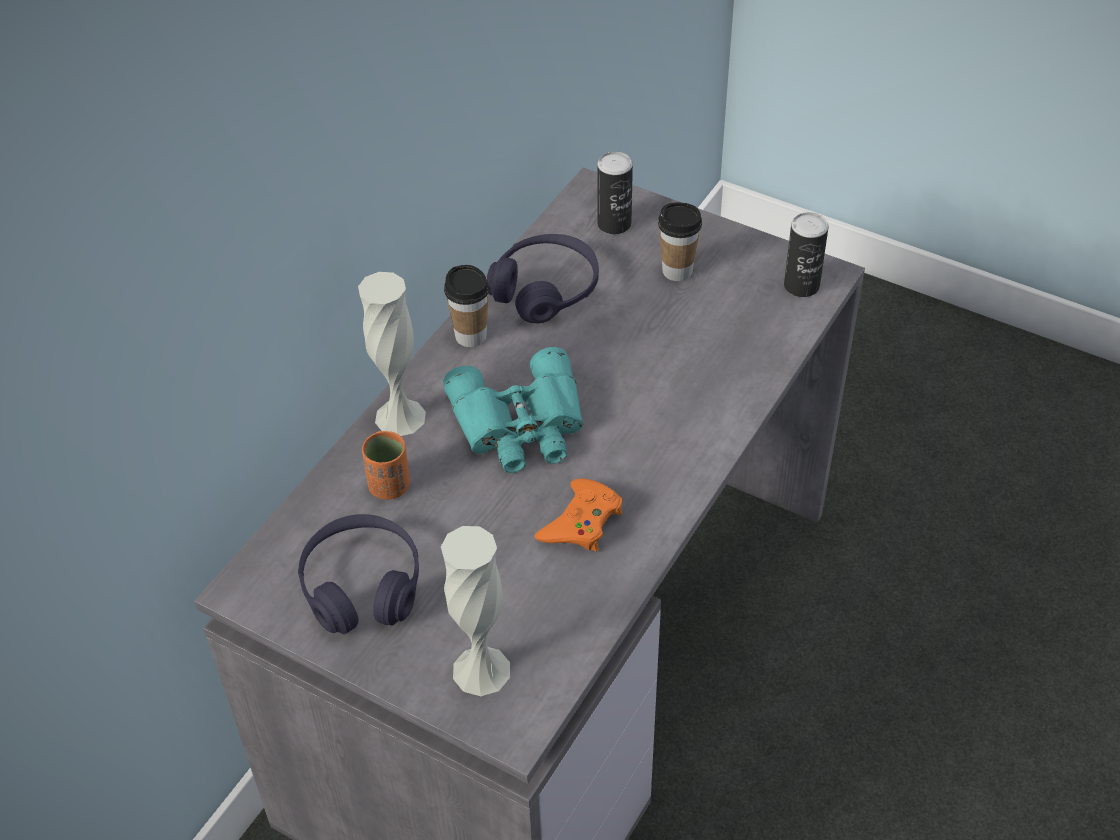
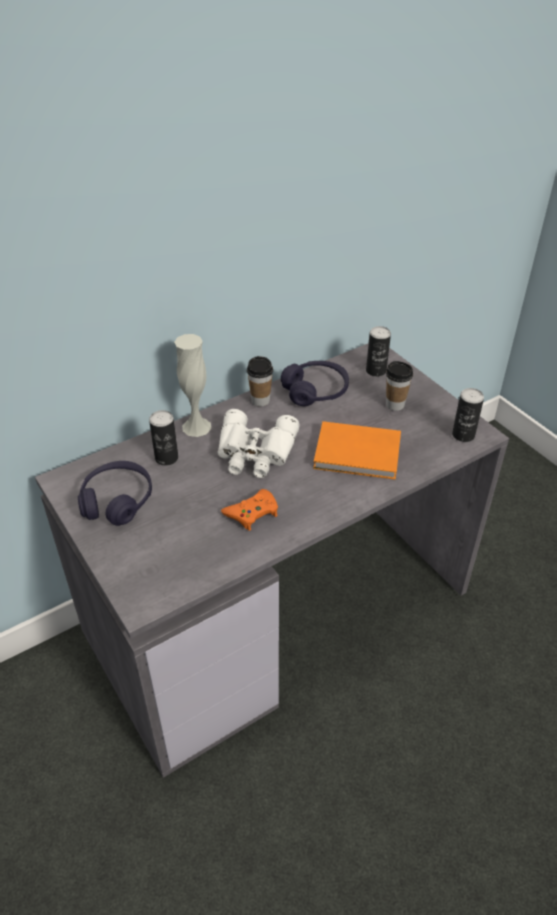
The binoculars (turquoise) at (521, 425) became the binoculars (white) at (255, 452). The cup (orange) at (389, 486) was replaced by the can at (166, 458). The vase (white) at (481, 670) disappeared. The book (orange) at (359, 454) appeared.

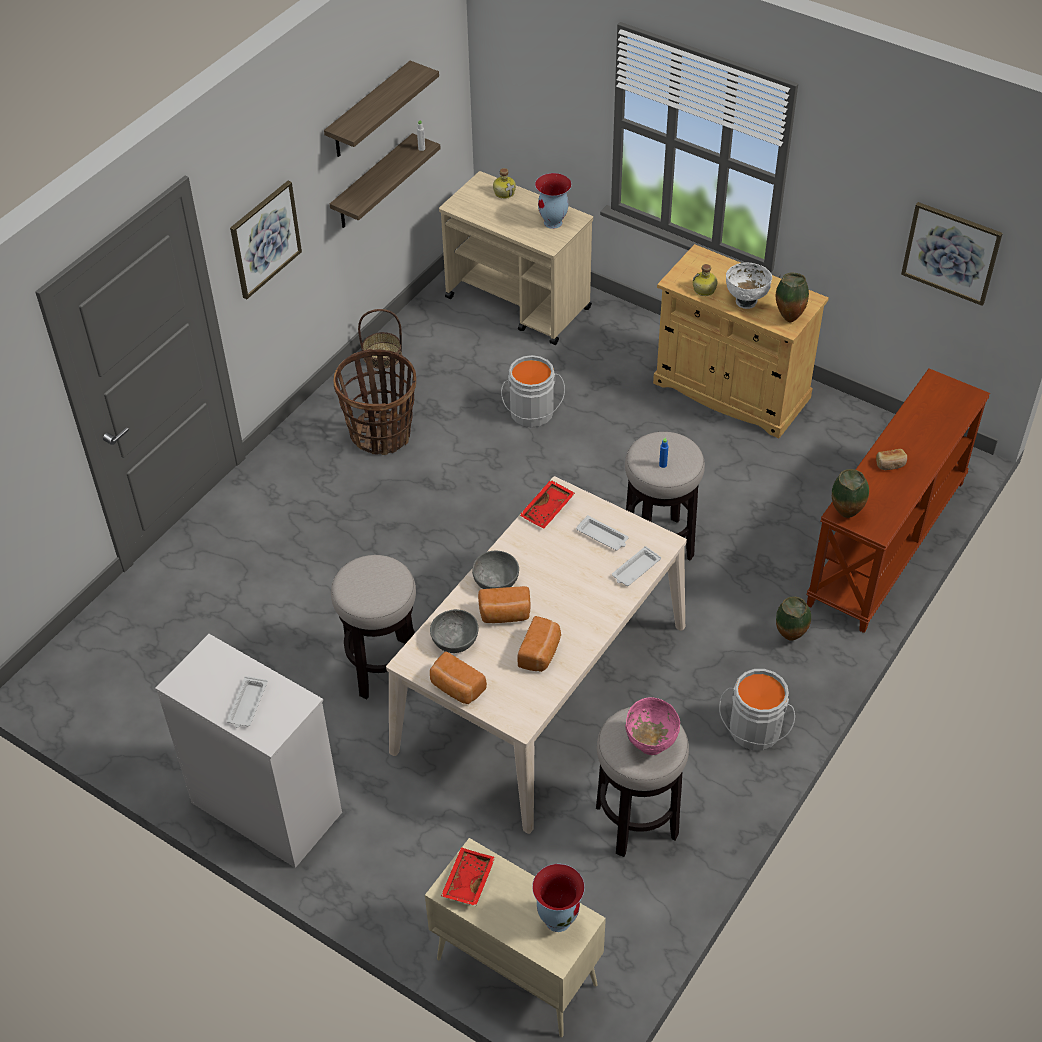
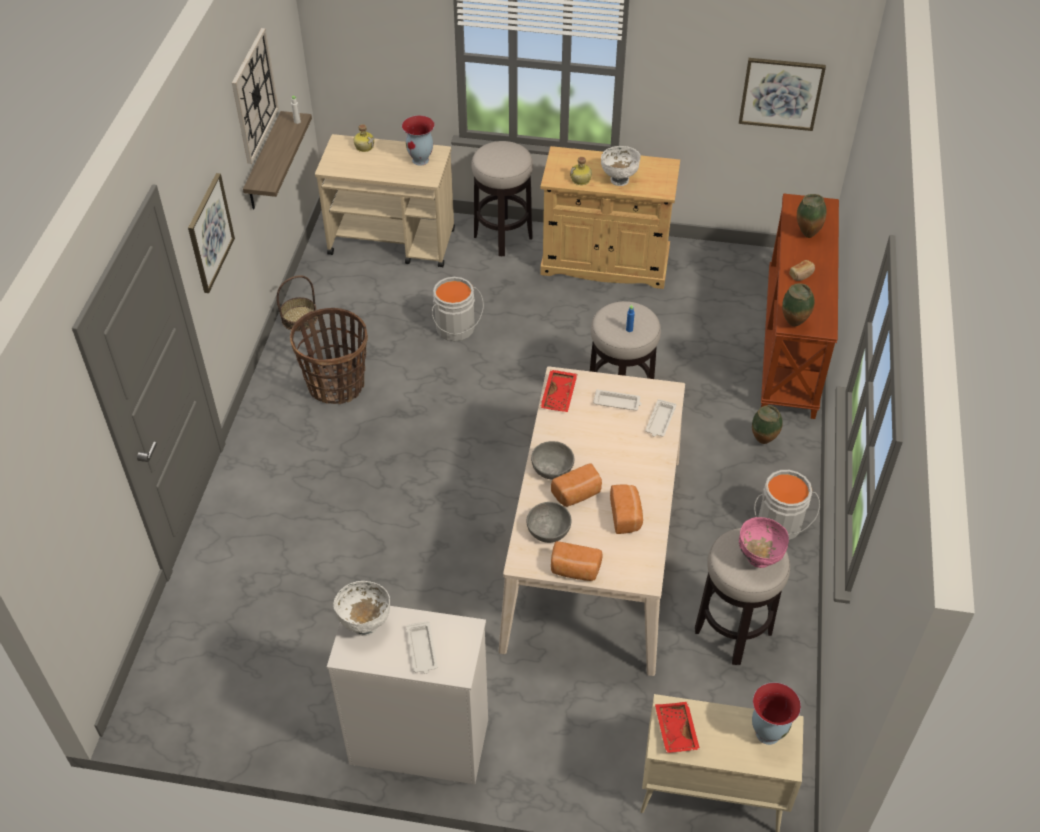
The shelf at (369, 111) was replaced by the wall clock at (254, 96). The vase moved from (788, 318) to (806, 235). The stool moved from (383, 668) to (503, 236). The bowl (white) at (365, 624) appeared.

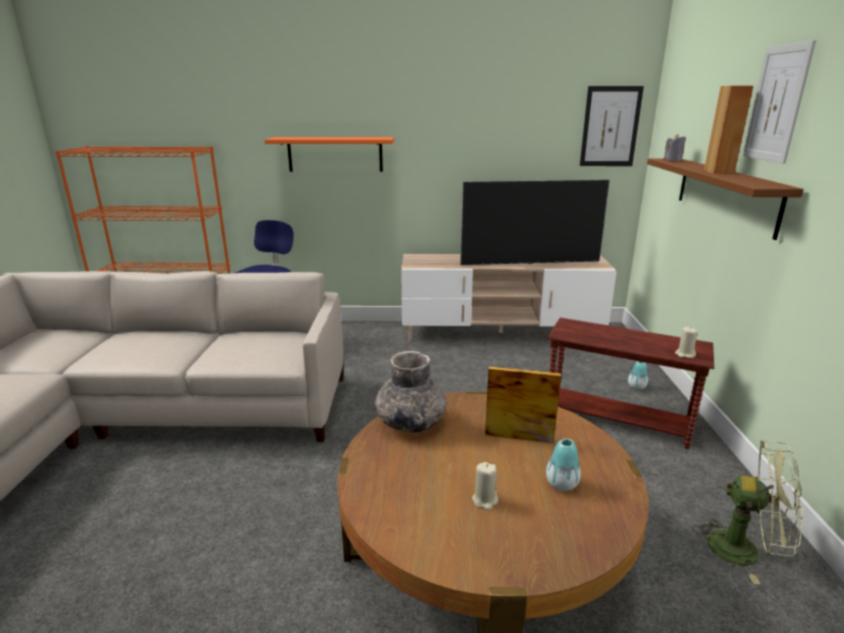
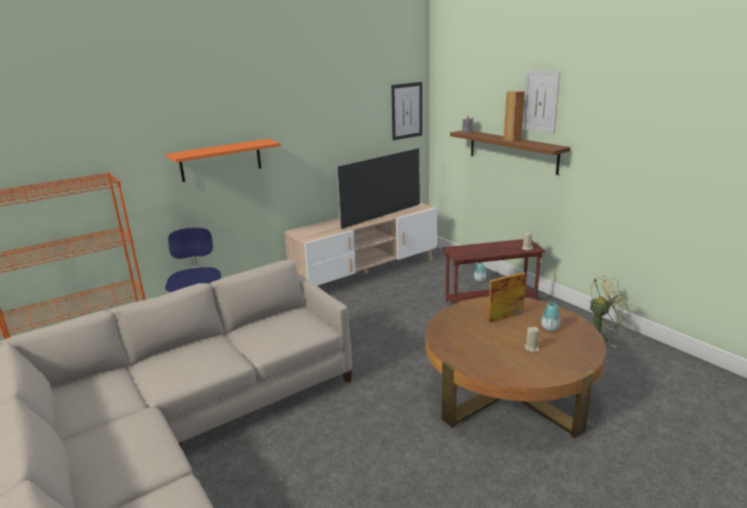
The vase (grey) at (410, 422) disappeared.

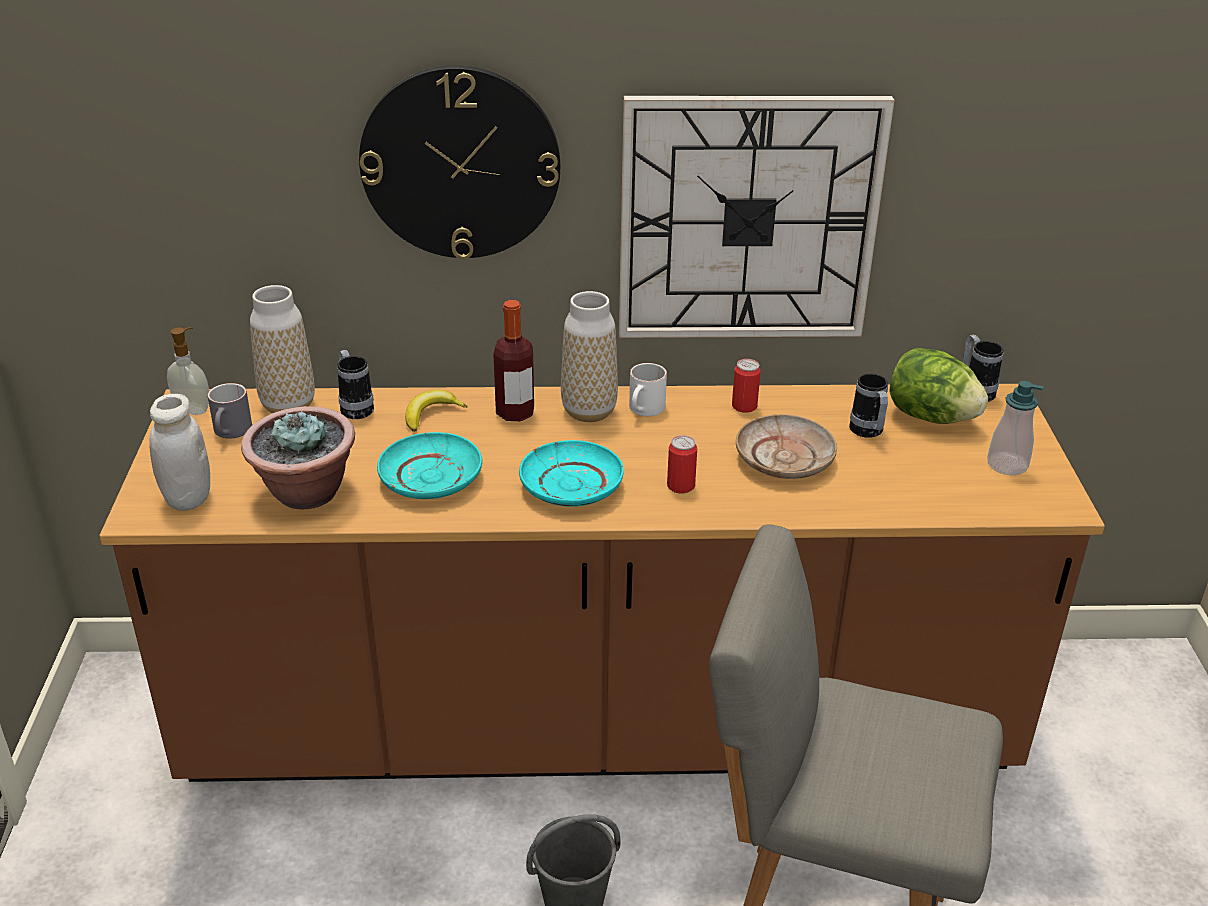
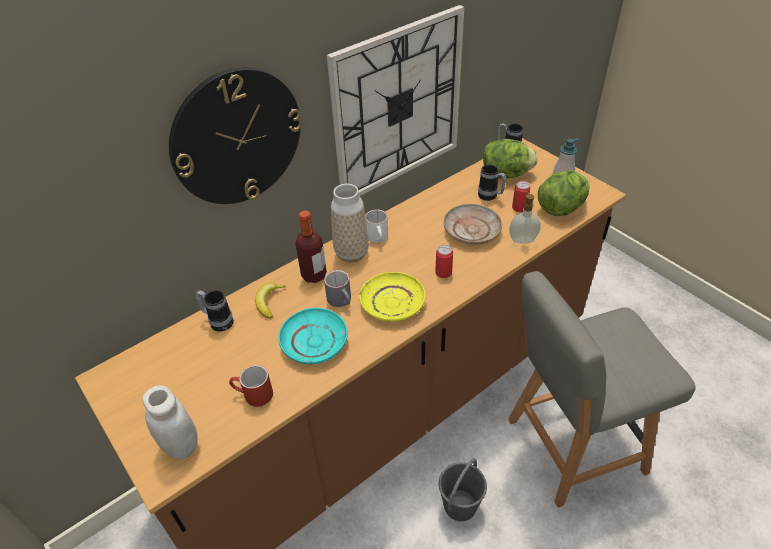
The vase at (288, 405) disappeared. The soap dispenser moved from (194, 408) to (522, 239). The can moved from (744, 406) to (519, 208). The mug (grey) moved from (232, 433) to (342, 301). The potted plant at (306, 493) was replaced by the mug (red) at (253, 395). The plate (turquoise) at (571, 486) became the plate (yellow) at (392, 303). The lettuce at (561, 208) appeared.

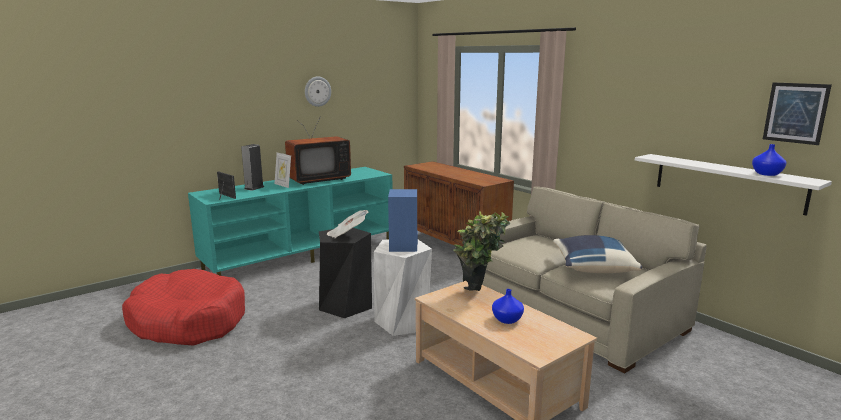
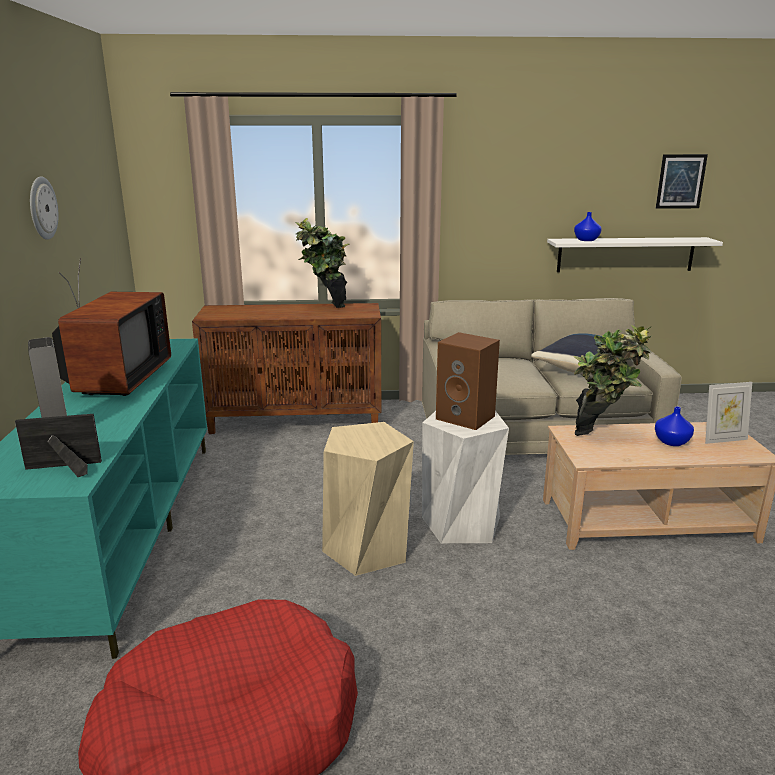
The vase (blue) moved from (767, 174) to (587, 240). The picture frame moved from (283, 185) to (723, 439). The speaker (blue) at (404, 246) became the speaker (brown) at (467, 417). The newspaper at (347, 234) disappeared. The stool (black) at (346, 305) became the stool (beige) at (367, 549). The potted plant at (325, 308) appeared.

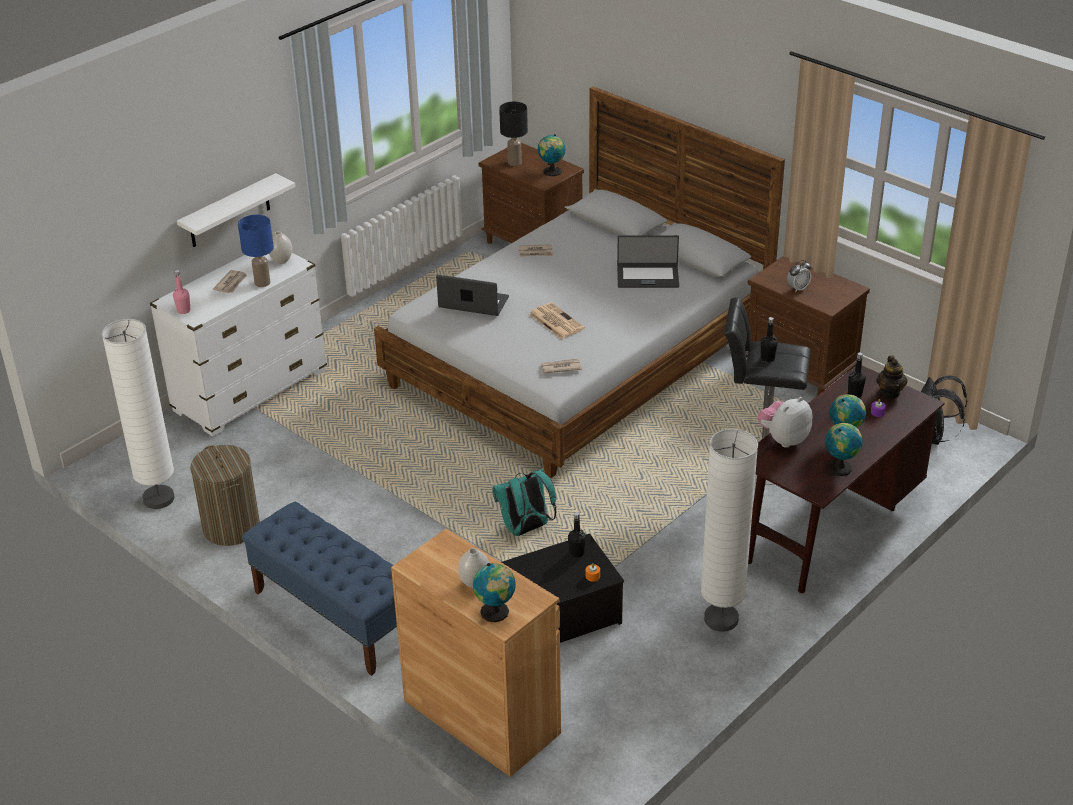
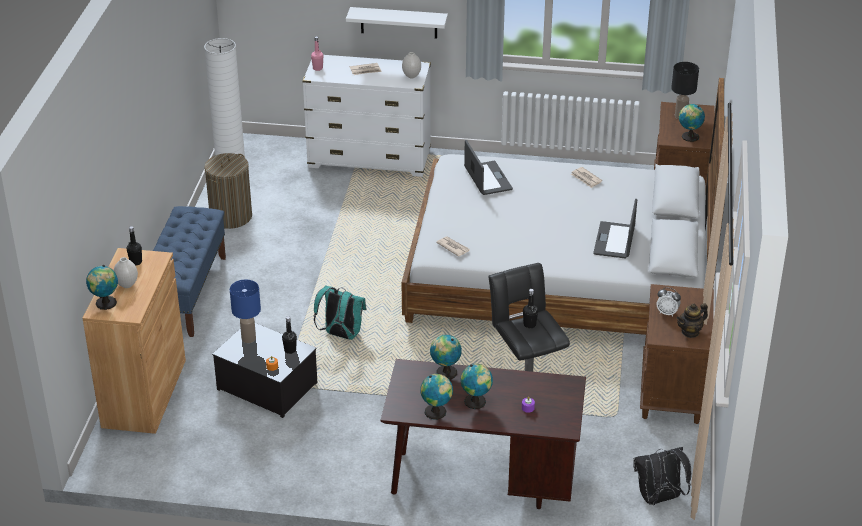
The table lamp (blue) moved from (262, 283) to (248, 339). The laptop at (647, 277) turned 45 degrees clockwise. The newspaper at (555, 321) disappeared. The bottle (black) moved from (855, 394) to (136, 262). The teapot moved from (890, 392) to (690, 332). The plush toy at (783, 439) was replaced by the globe at (445, 372). The floor lamp (white) at (721, 619) disappeared.

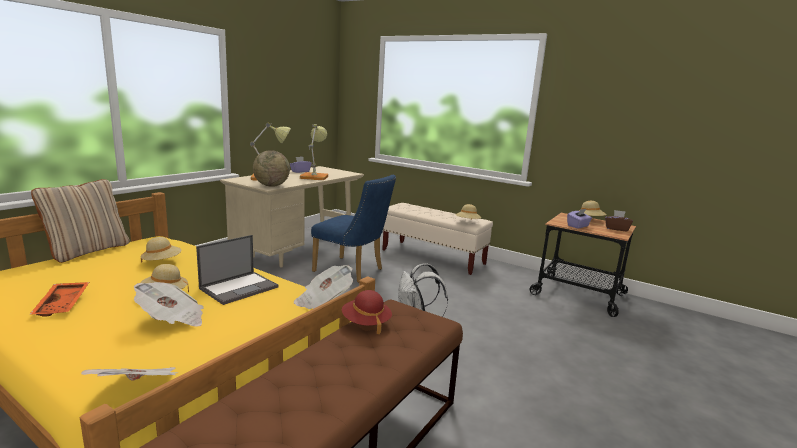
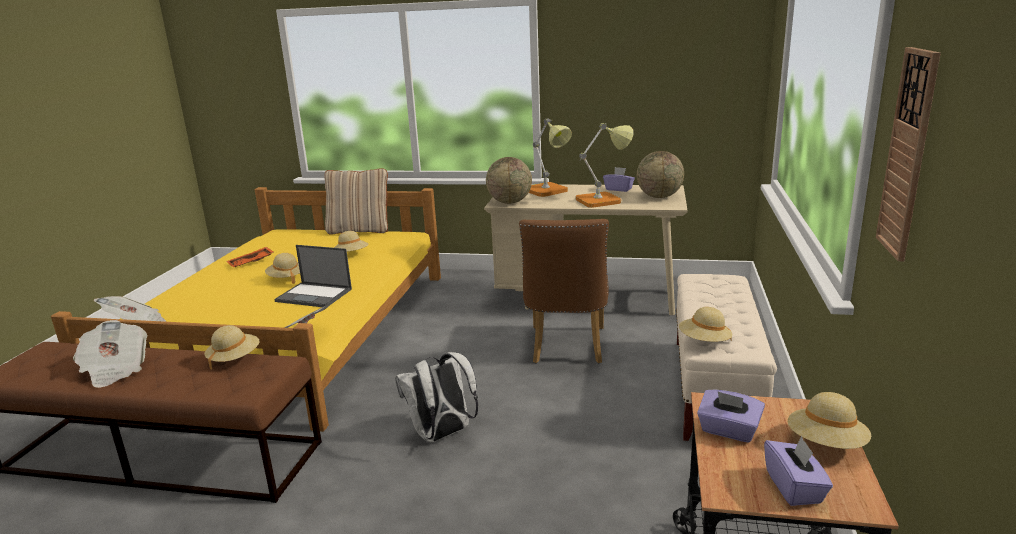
The chair (blue) at (352, 271) became the chair (brown) at (566, 348). The tissue box (brown) at (616, 229) became the tissue box (purple) at (794, 487). The newspaper moved from (172, 320) to (115, 369). The hat (red) at (366, 323) became the hat (beige) at (234, 359). The wall clock at (908, 154) appeared. The globe at (659, 197) appeared.

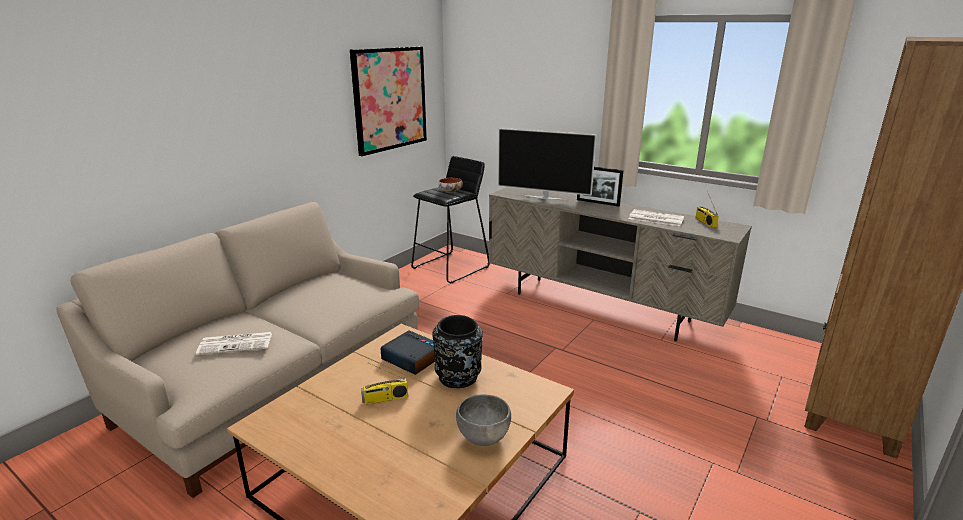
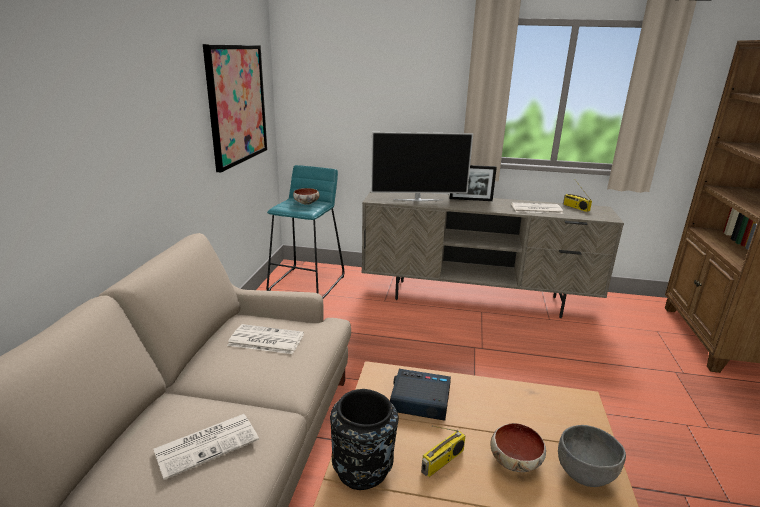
The stool (black) at (451, 267) became the stool (turquoise) at (307, 283). The vase (black) moved from (458, 378) to (363, 470). The newspaper at (265, 340) appeared. The bowl at (515, 460) appeared.

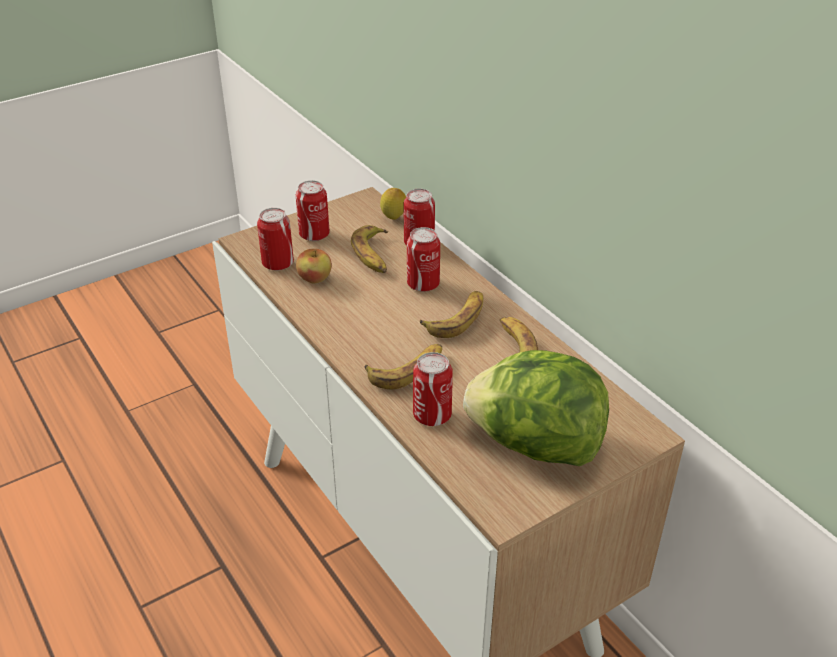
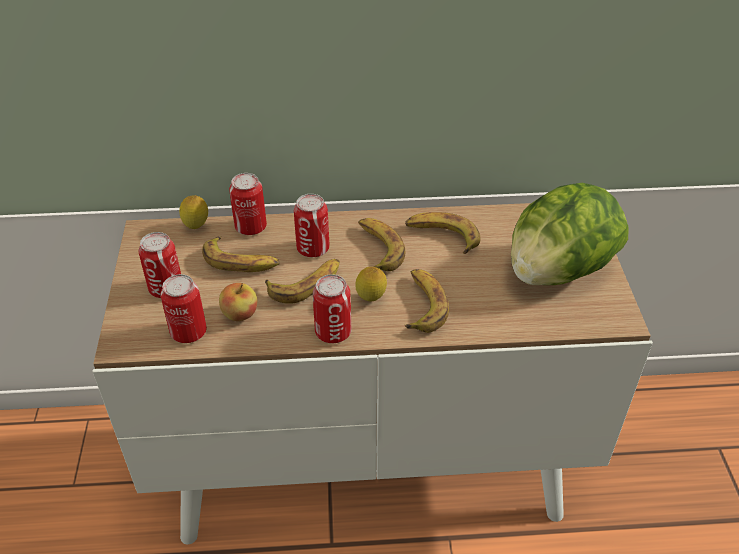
The can moved from (432, 415) to (333, 332). The banana at (306, 284) appeared. The lemon at (371, 300) appeared.

